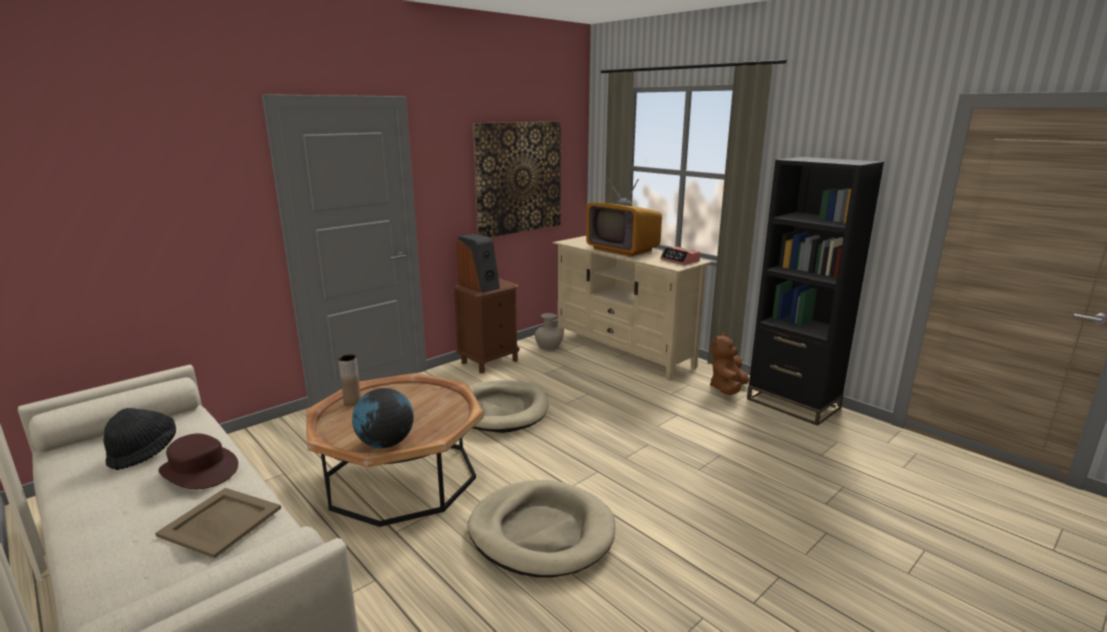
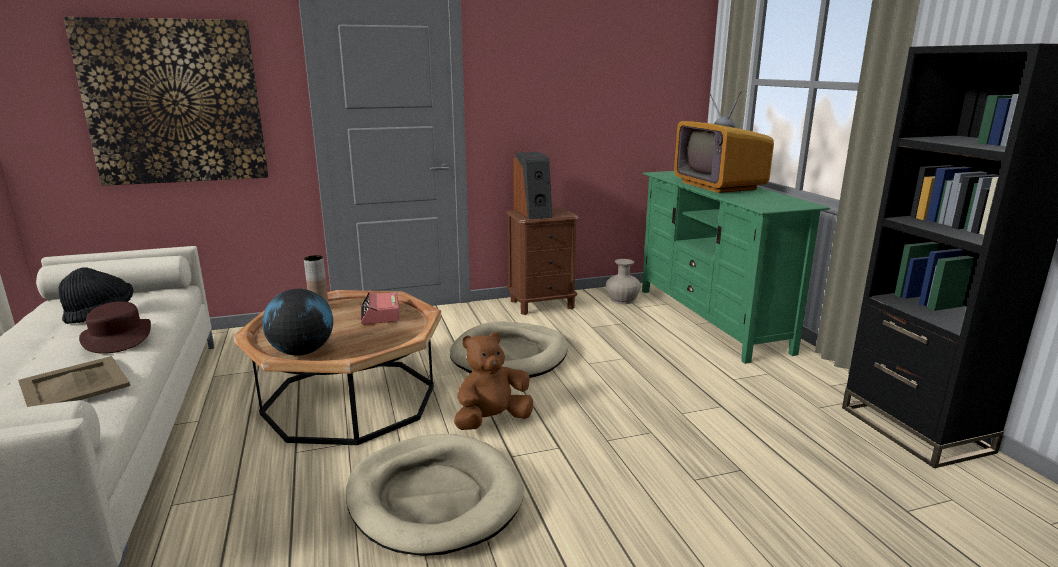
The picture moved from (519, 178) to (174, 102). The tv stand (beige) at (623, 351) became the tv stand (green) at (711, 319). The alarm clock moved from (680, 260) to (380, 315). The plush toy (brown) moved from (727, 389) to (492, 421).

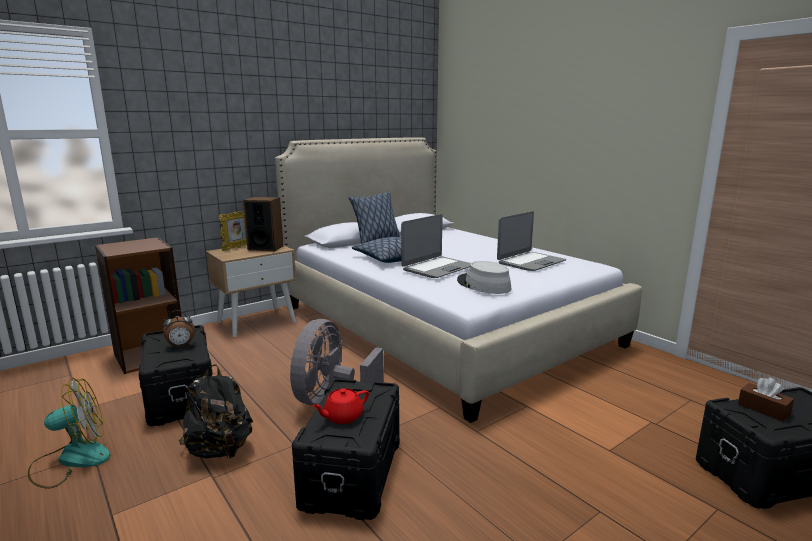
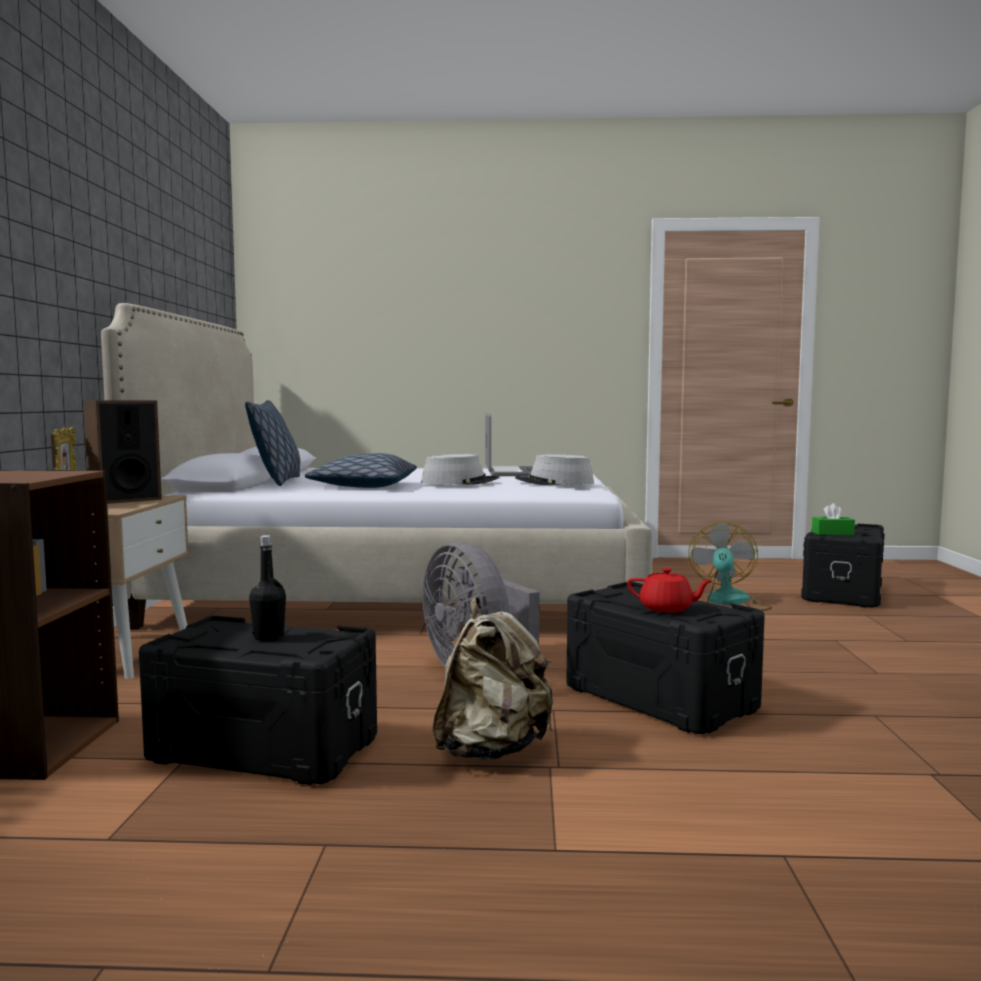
The laptop at (438, 268) was replaced by the hat (grey) at (460, 482). The alarm clock at (181, 346) was replaced by the bottle (black) at (268, 637). The backpack (black) at (220, 450) became the backpack (beige) at (492, 750). The fan moved from (71, 460) to (729, 603). The tissue box (brown) at (763, 409) became the tissue box (green) at (832, 533). The teapot (red) at (342, 417) turned 75 degrees counterclockwise.

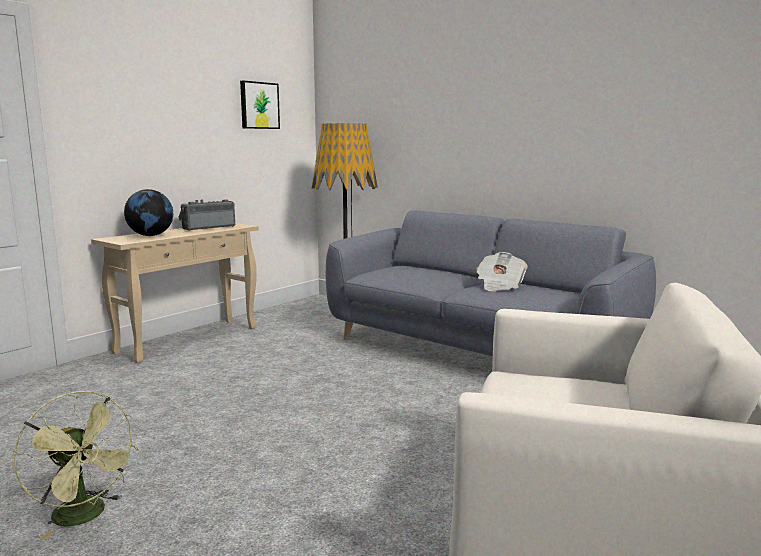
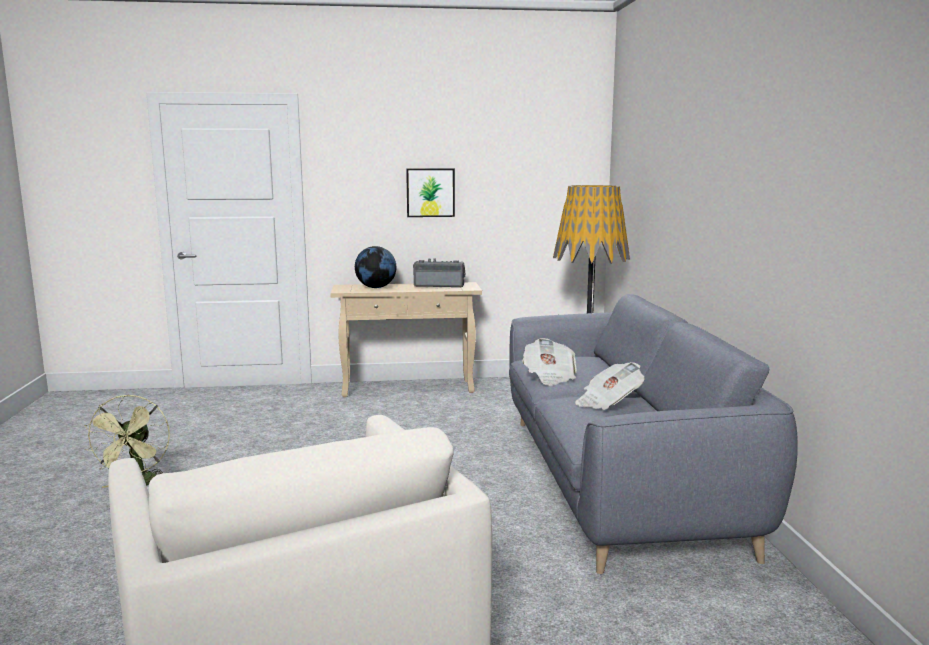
The picture moved from (259, 105) to (430, 192). The newspaper at (549, 377) appeared.

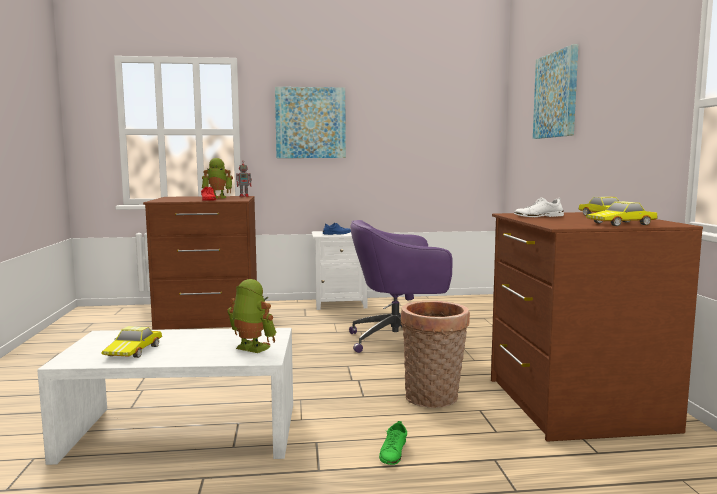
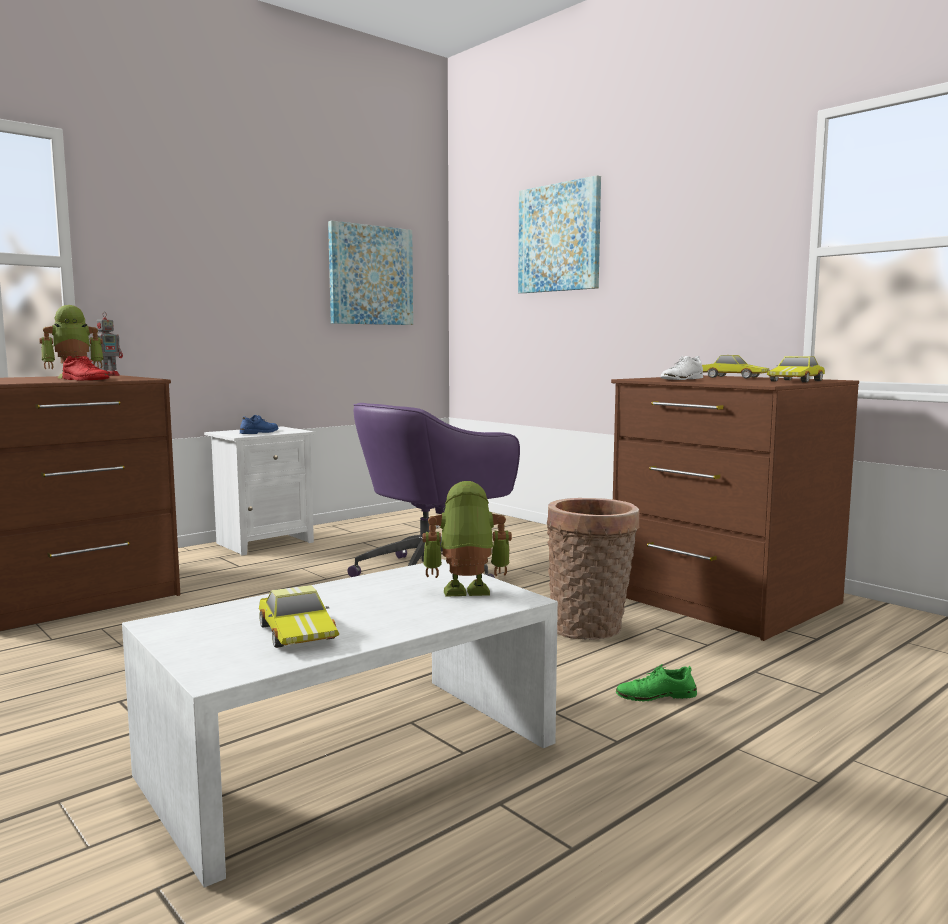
The picture moved from (310, 123) to (370, 275). The shoe (green) at (393, 452) turned 105 degrees clockwise.

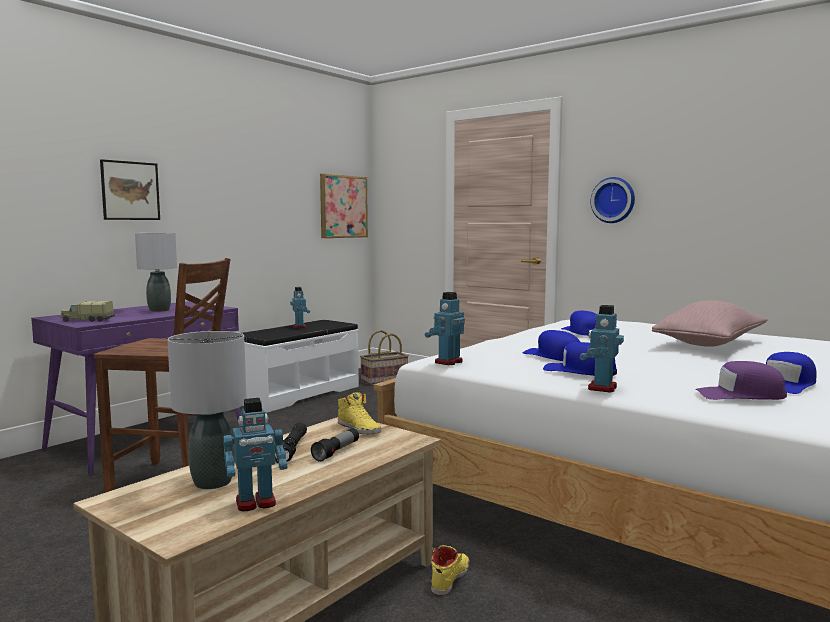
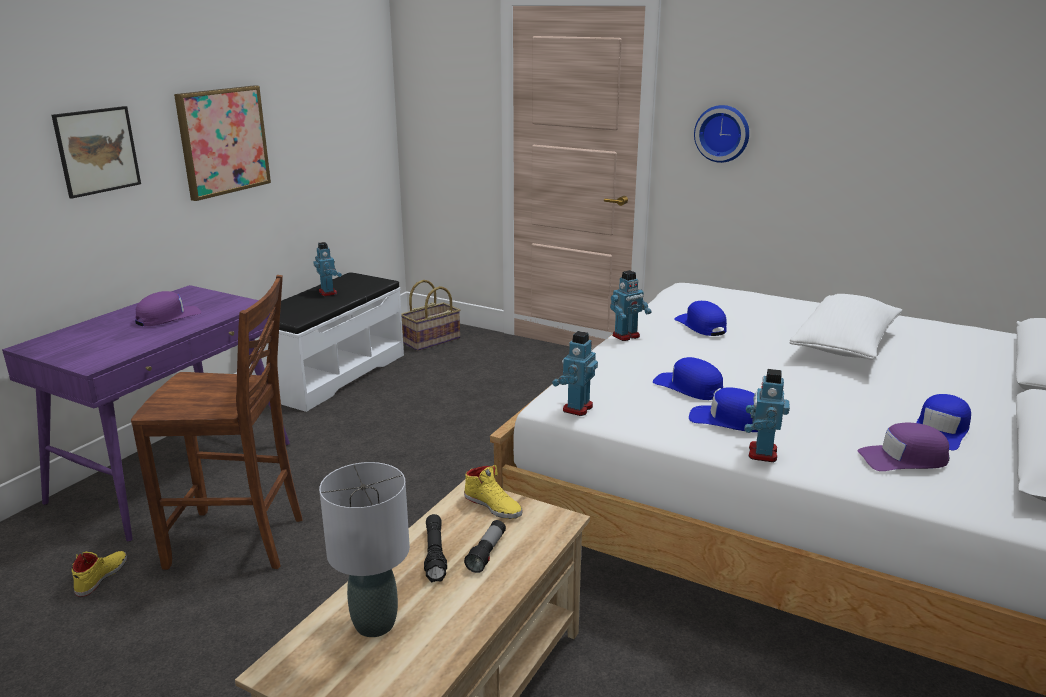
The picture moved from (343, 206) to (223, 141). The table lamp (grey) at (159, 310) was replaced by the cap (purple) at (168, 317). The pillow (pink) at (710, 344) became the pillow (white) at (844, 346). The toy truck at (87, 320) disappeared. The toy robot moved from (256, 503) to (626, 336). The shoe (yellow) moved from (449, 577) to (101, 576).

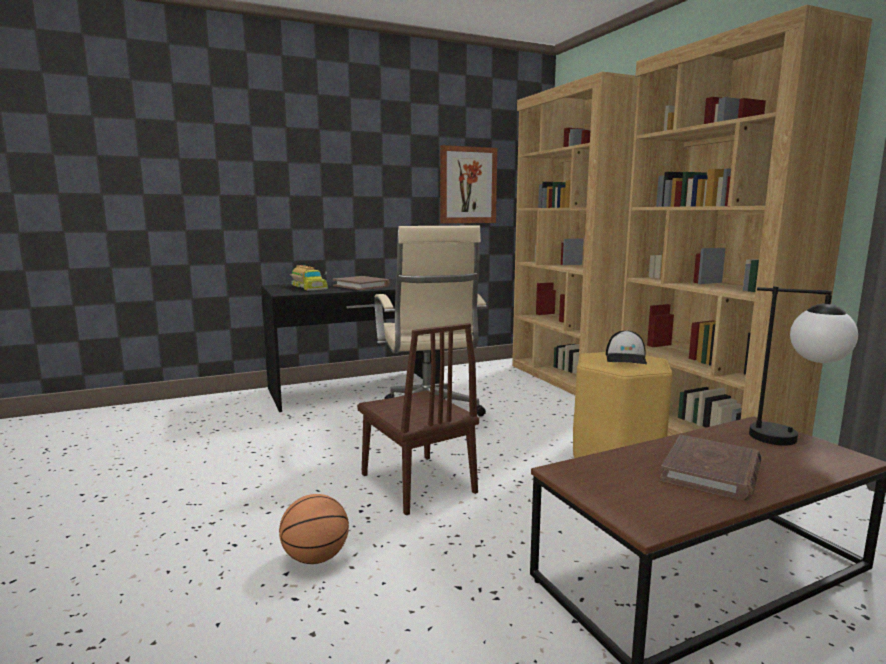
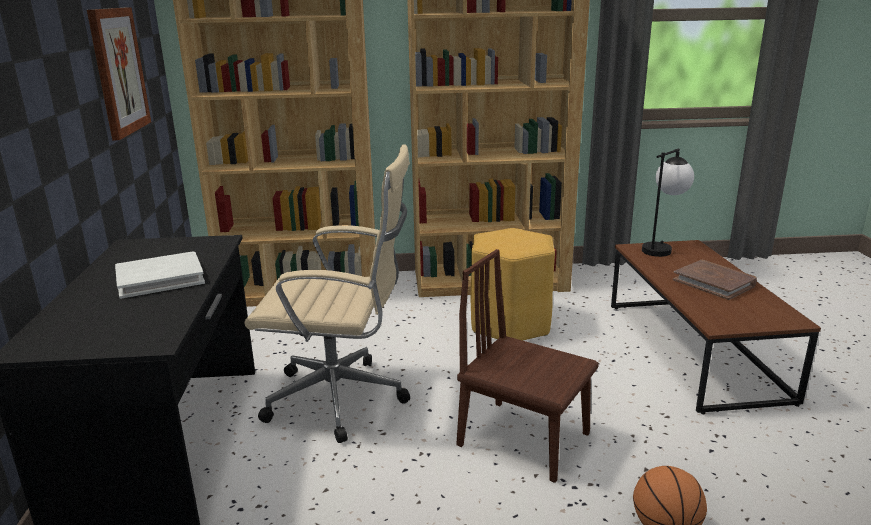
The toy truck at (307, 287) disappeared. The book (brown) at (361, 286) became the book (white) at (160, 279). The chair (brown) at (417, 483) turned 135 degrees counterclockwise. The cap at (626, 358) disappeared.

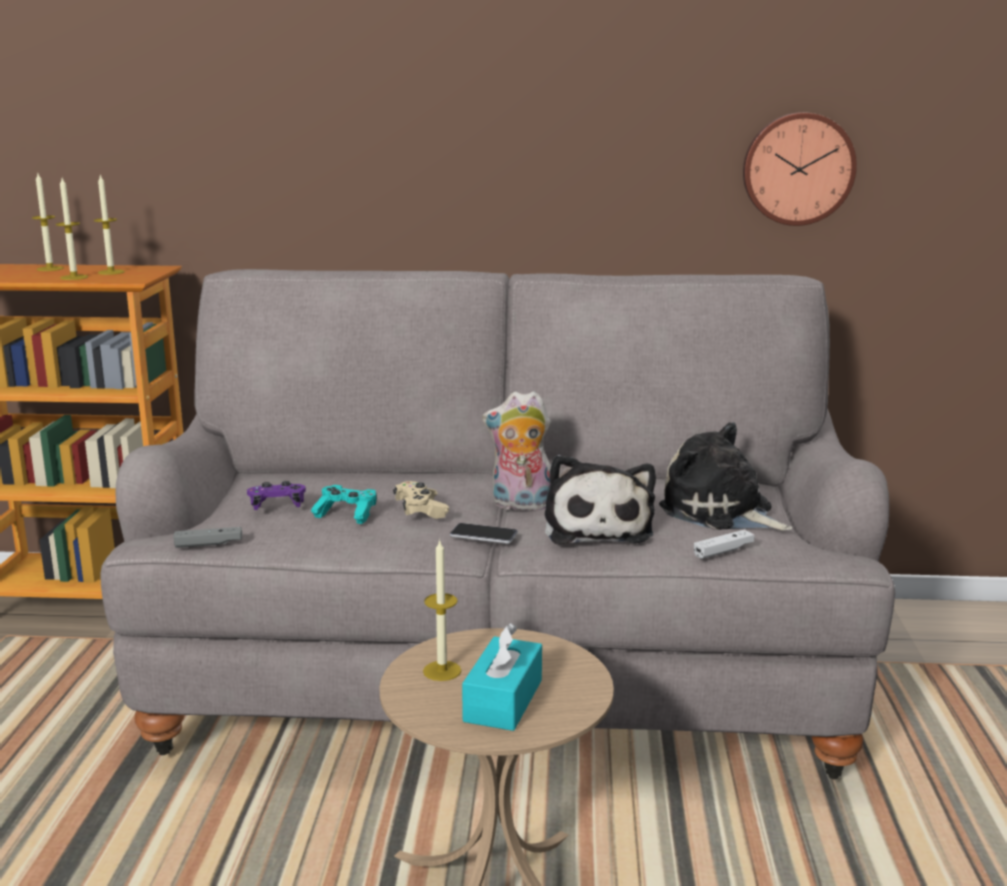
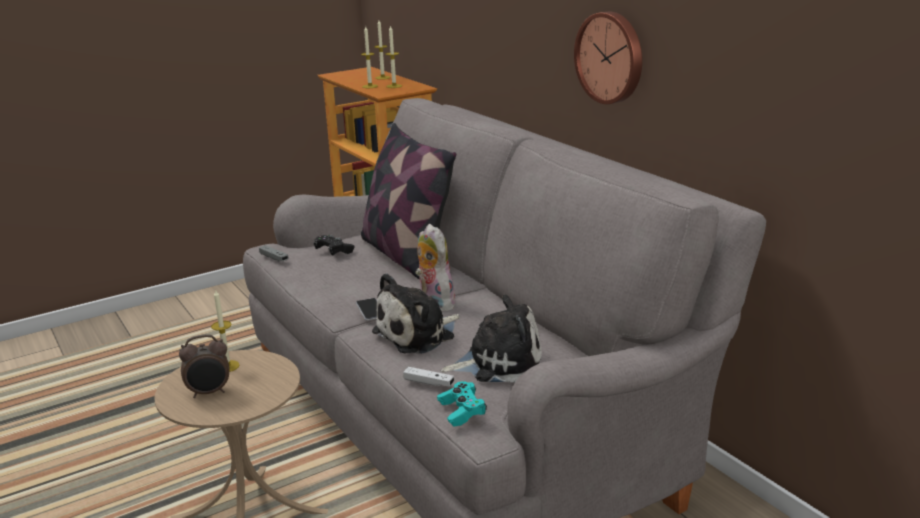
The wall clock moved from (797, 169) to (611, 57). The plush toy at (720, 512) turned 75 degrees clockwise. The game controller (purple) at (277, 506) became the game controller (black) at (334, 251). The game controller (beige) at (420, 510) disappeared. The game controller (turquoise) moved from (346, 514) to (462, 411). The tissue box (turquoise) at (503, 700) was replaced by the alarm clock at (209, 393). The pillow at (404, 254) appeared.

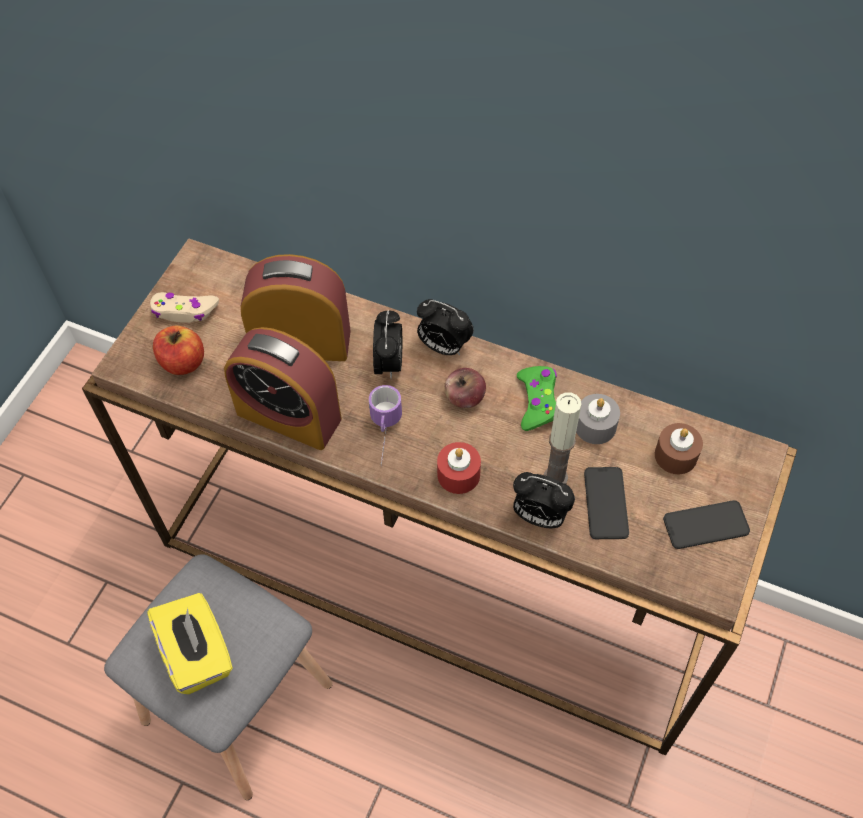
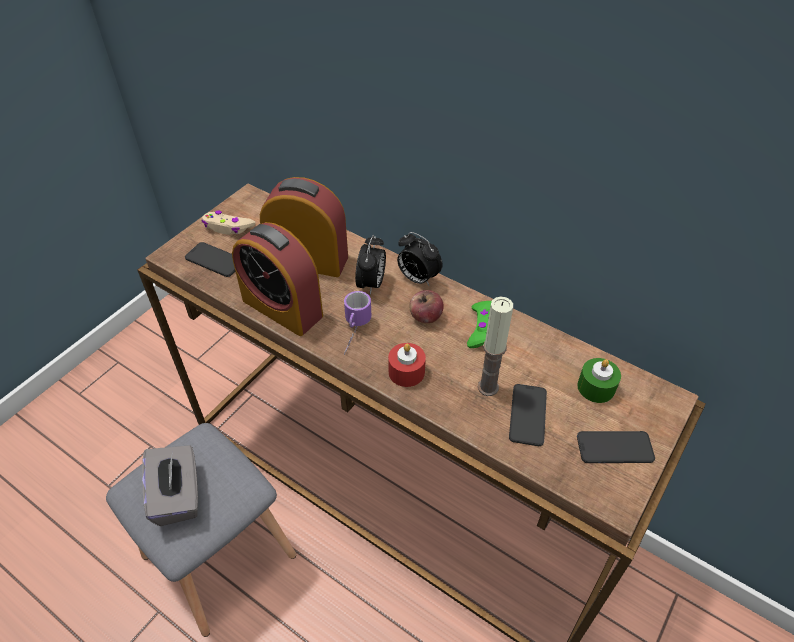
The apple at (183, 362) was replaced by the phone at (214, 260). The candle (grey) at (595, 426) disappeared. The candle (brown) at (676, 455) became the candle (green) at (596, 387). The alarm clock at (539, 516) disappeared. The tissue box (yellow) at (198, 653) became the tissue box (grey) at (178, 496).

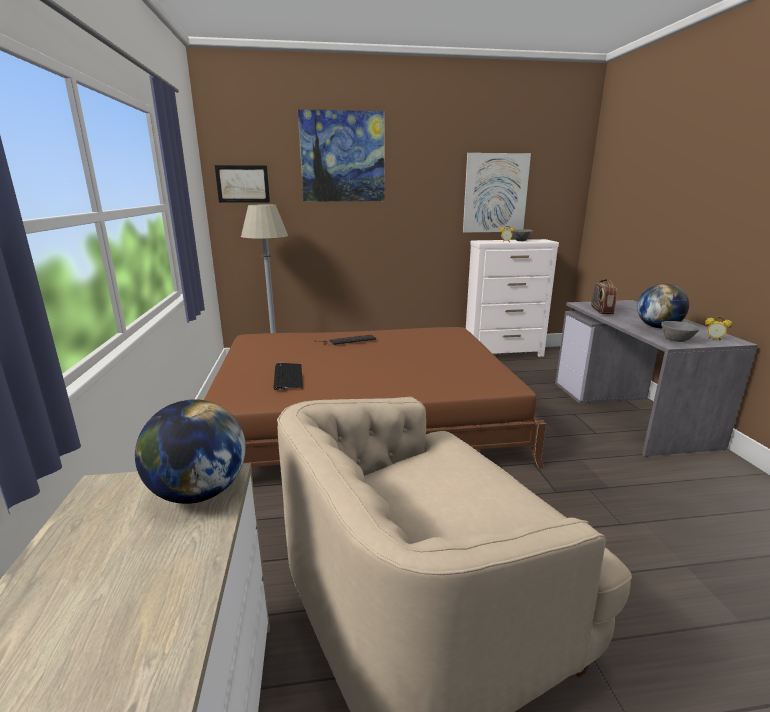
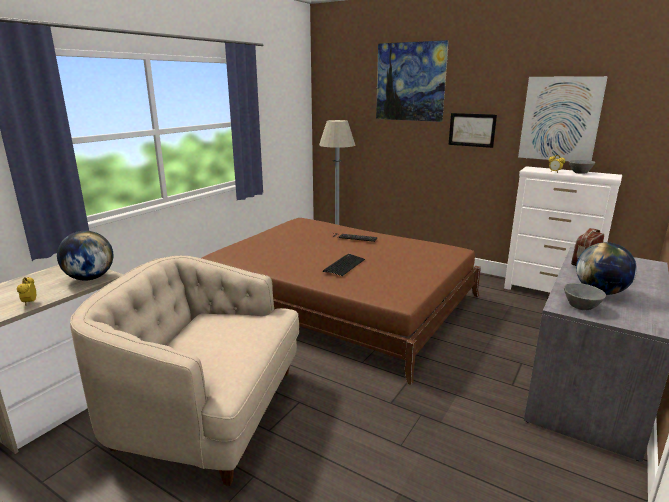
The picture moved from (242, 184) to (472, 130). The alarm clock moved from (714, 339) to (30, 303). The keyboard moved from (287, 376) to (344, 265).

